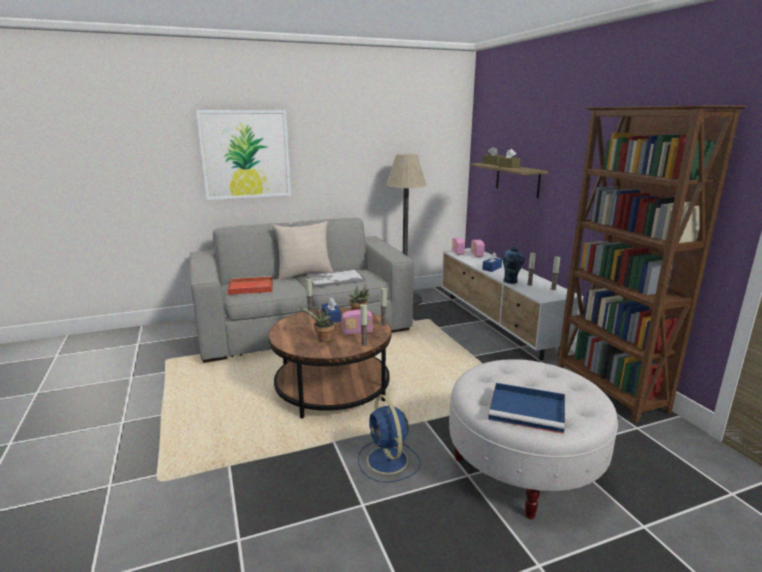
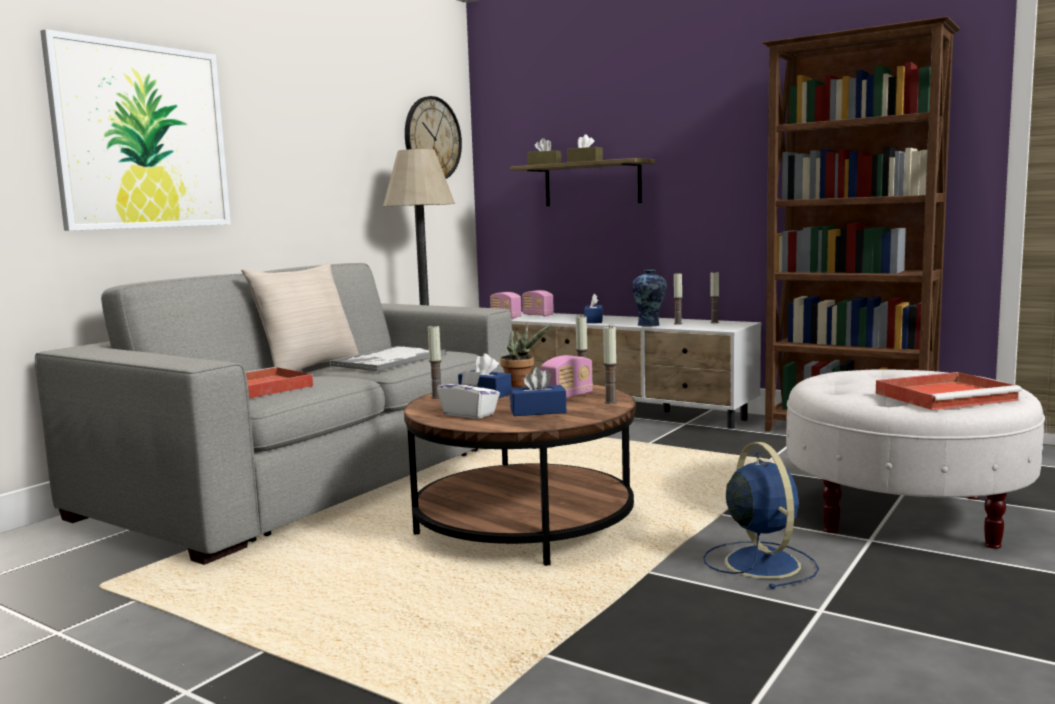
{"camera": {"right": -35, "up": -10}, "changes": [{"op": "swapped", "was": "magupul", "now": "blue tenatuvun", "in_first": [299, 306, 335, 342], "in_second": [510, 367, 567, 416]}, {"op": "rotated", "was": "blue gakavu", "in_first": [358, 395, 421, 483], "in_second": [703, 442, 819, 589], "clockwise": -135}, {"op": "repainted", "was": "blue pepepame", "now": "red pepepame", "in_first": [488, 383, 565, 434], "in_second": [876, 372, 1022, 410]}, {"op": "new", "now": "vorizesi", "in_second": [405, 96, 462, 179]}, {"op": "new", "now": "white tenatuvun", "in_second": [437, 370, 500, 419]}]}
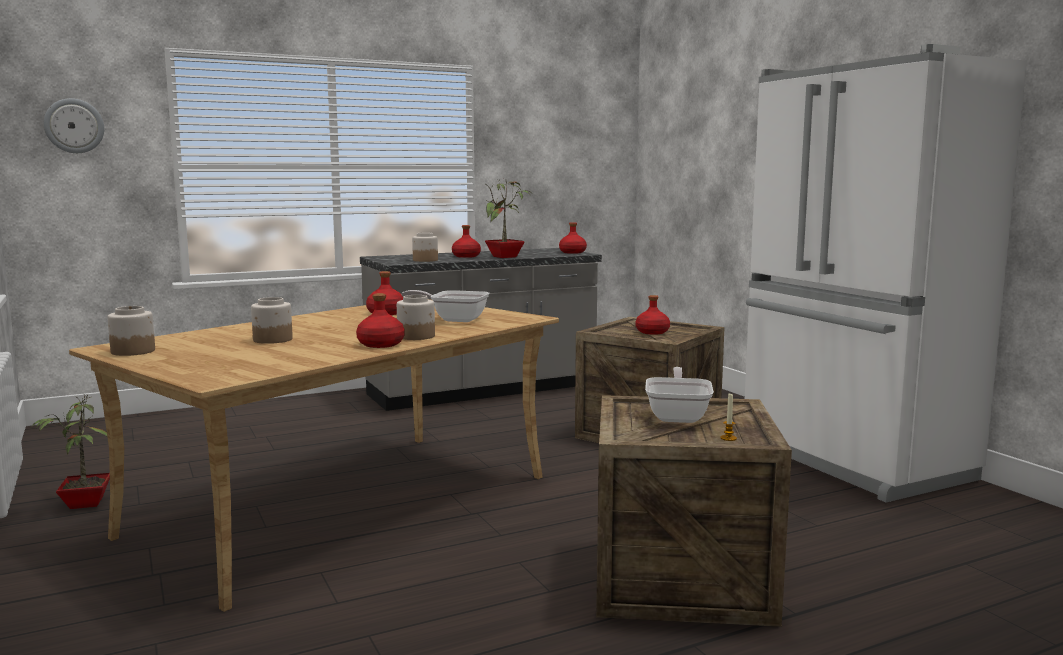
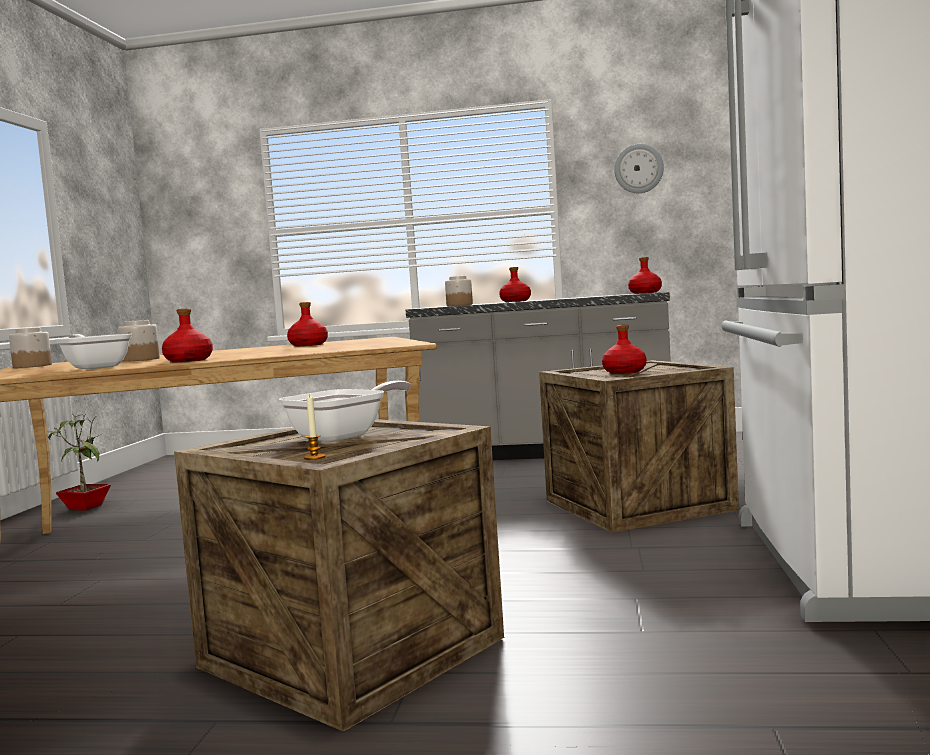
{"camera": {"right": 35, "up": -5}, "changes": [{"op": "shifted", "was": "vorizesi", "in_first": [44, 98, 104, 153], "in_second": [614, 144, 664, 193]}, {"op": "gone", "was": "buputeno", "in_first": [397, 295, 435, 340]}, {"op": "shifted", "was": "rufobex", "in_first": [401, 290, 489, 322], "in_second": [56, 334, 132, 369]}, {"op": "gone", "was": "magupul", "in_first": [483, 178, 532, 258]}]}
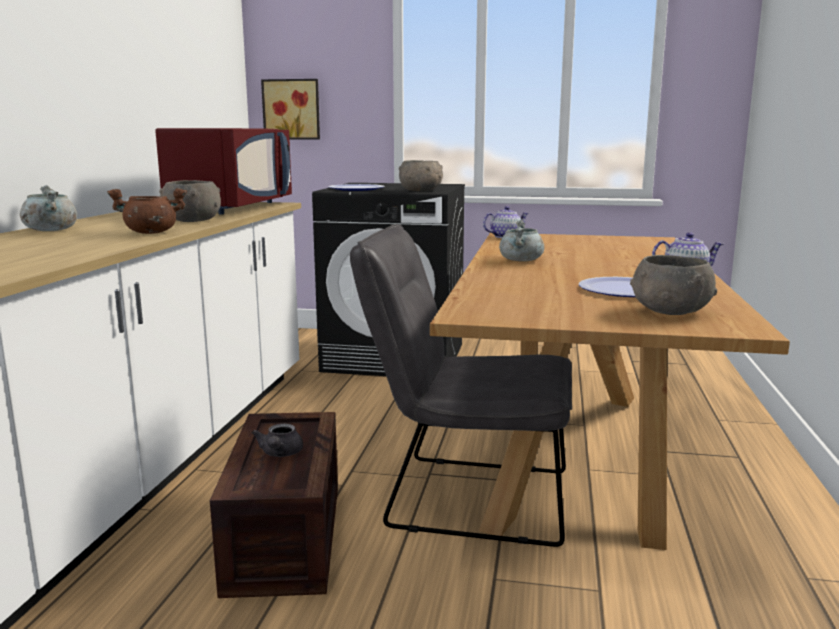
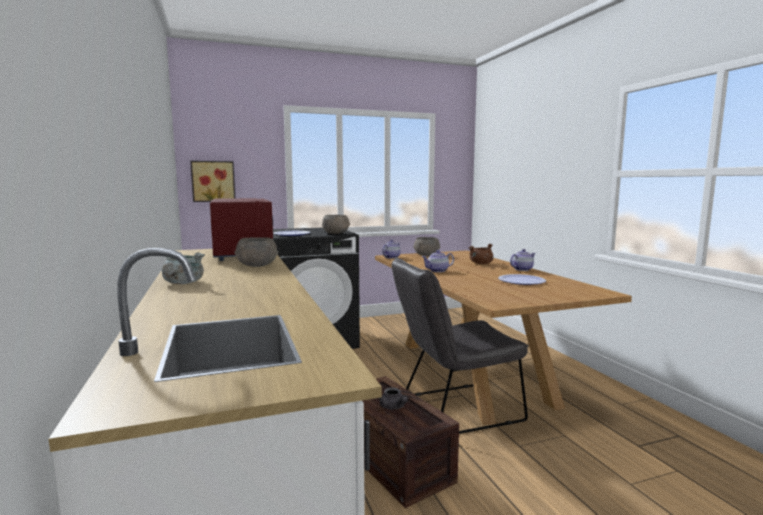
{"camera": {"right": -30, "up": -5}, "changes": [{"op": "shifted", "was": "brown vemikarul", "in_first": [107, 188, 187, 234], "in_second": [468, 243, 493, 264]}, {"op": "swapped", "was": "grey vemikarul", "now": "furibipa", "in_first": [499, 220, 544, 262], "in_second": [422, 250, 454, 272]}, {"op": "shifted", "was": "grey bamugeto", "in_first": [630, 255, 717, 315], "in_second": [413, 237, 440, 256]}]}
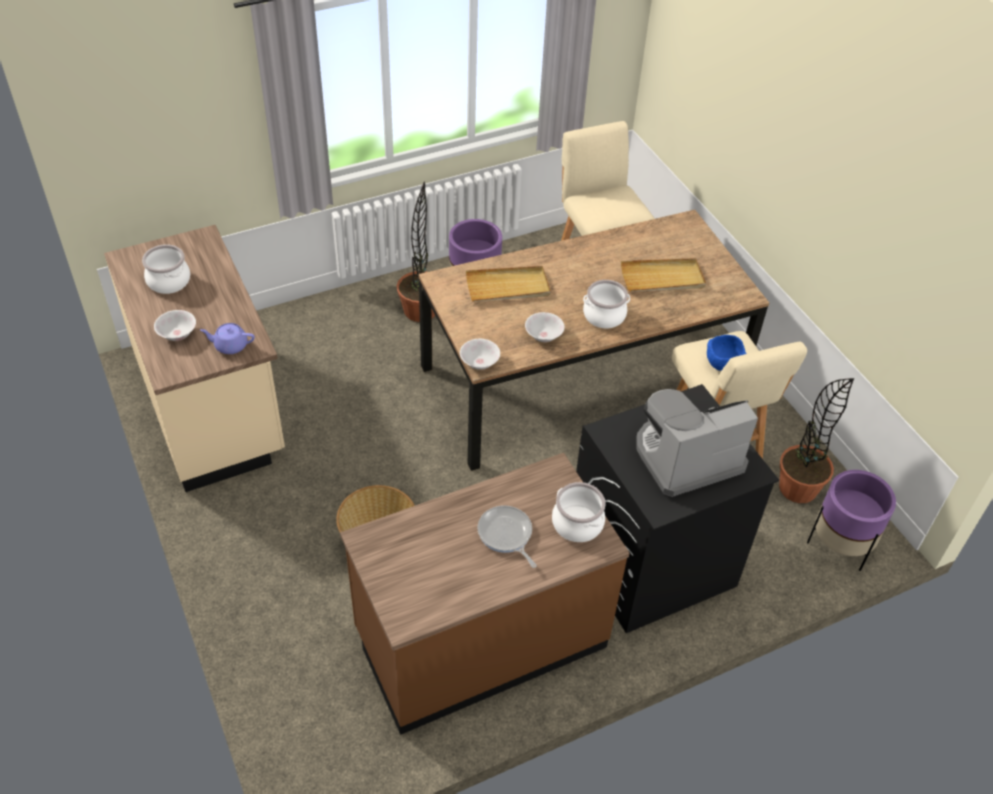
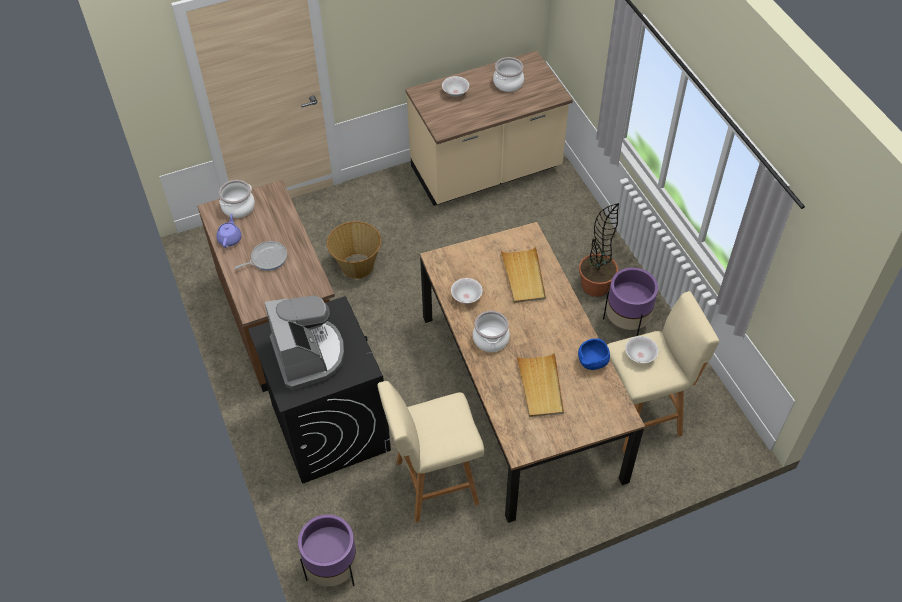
{"camera": {"right": 95, "up": 5}, "changes": [{"op": "shifted", "was": "purple furibipa", "in_first": [200, 323, 255, 354], "in_second": [216, 213, 242, 248]}, {"op": "shifted", "was": "white bamugeto", "in_first": [460, 339, 500, 370], "in_second": [625, 336, 658, 363]}, {"op": "shifted", "was": "vemikarul", "in_first": [552, 482, 605, 542], "in_second": [219, 180, 255, 218]}, {"op": "shifted", "was": "blue bamugeto", "in_first": [707, 335, 747, 371], "in_second": [578, 338, 610, 370]}, {"op": "gone", "was": "magupul", "in_first": [779, 378, 854, 503]}]}
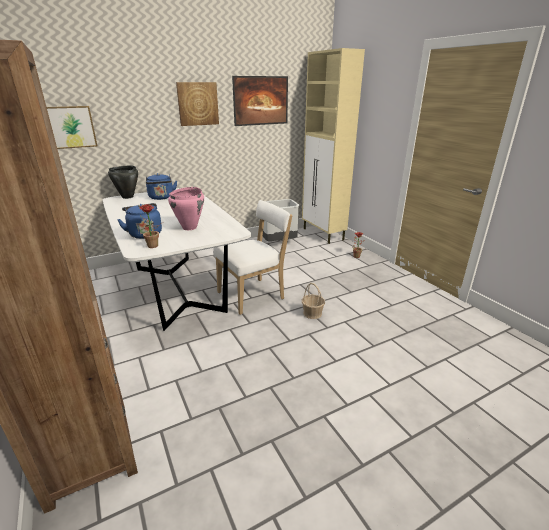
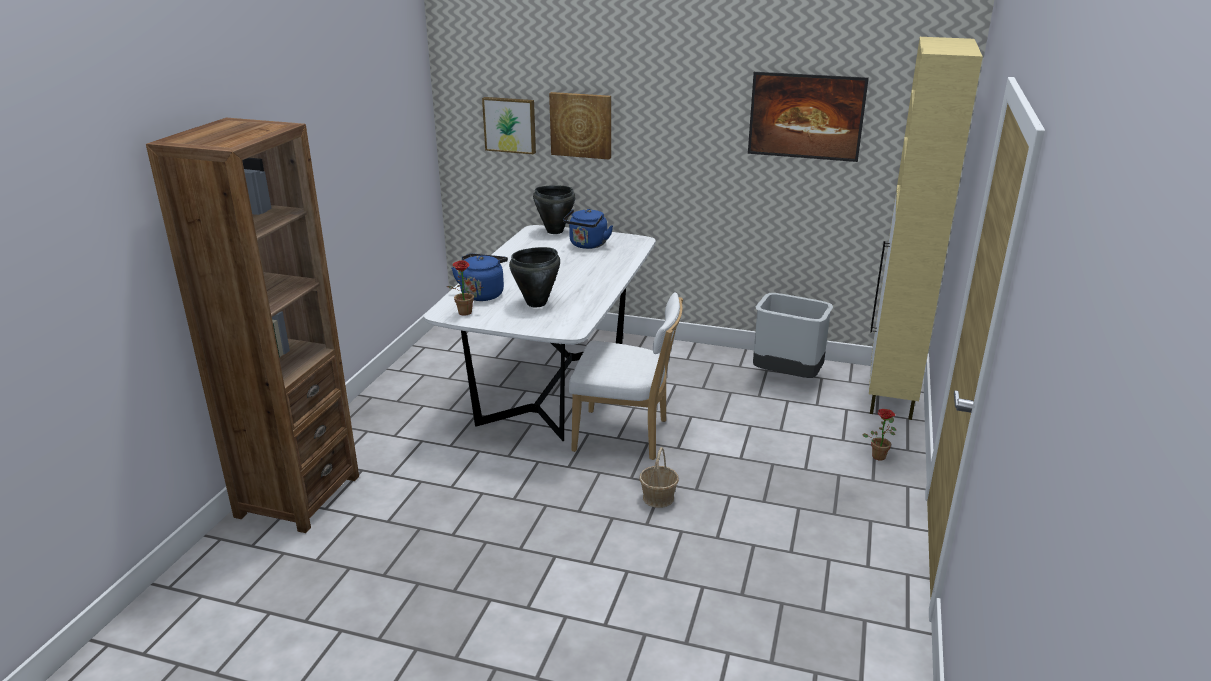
{"camera": {"right": 45, "up": 0}, "changes": [{"op": "repainted", "was": "pink vemikarul", "now": "black vemikarul", "in_first": [168, 187, 204, 230], "in_second": [509, 247, 560, 307]}, {"op": "shifted", "was": "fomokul", "in_first": [176, 82, 219, 126], "in_second": [549, 92, 611, 160]}]}
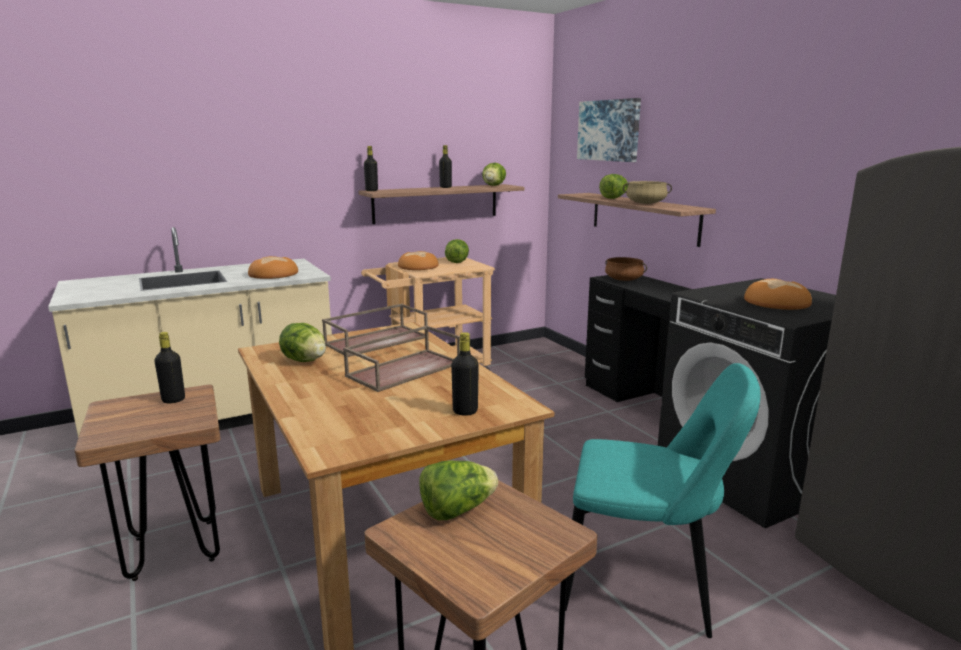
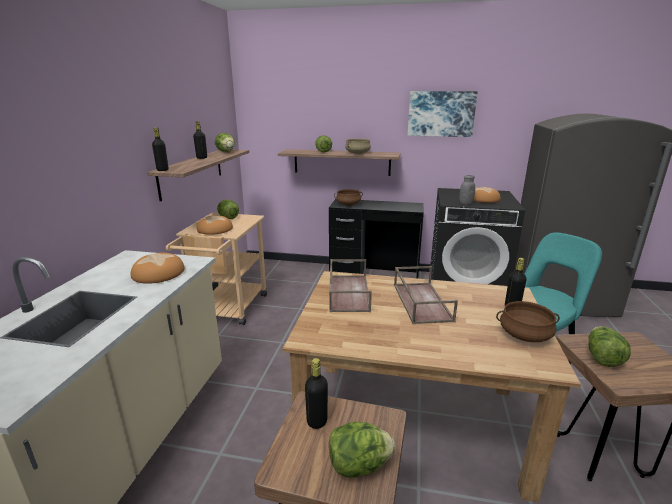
{"camera": {"right": -50, "up": 5}, "changes": [{"op": "shifted", "was": "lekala", "in_first": [279, 323, 326, 362], "in_second": [329, 422, 395, 478]}, {"op": "shifted", "was": "fomokul", "in_first": [577, 98, 641, 162], "in_second": [408, 91, 478, 137]}, {"op": "new", "now": "grey buputeno", "in_second": [459, 175, 475, 205]}, {"op": "new", "now": "brown vemikarul", "in_second": [496, 301, 560, 342]}]}
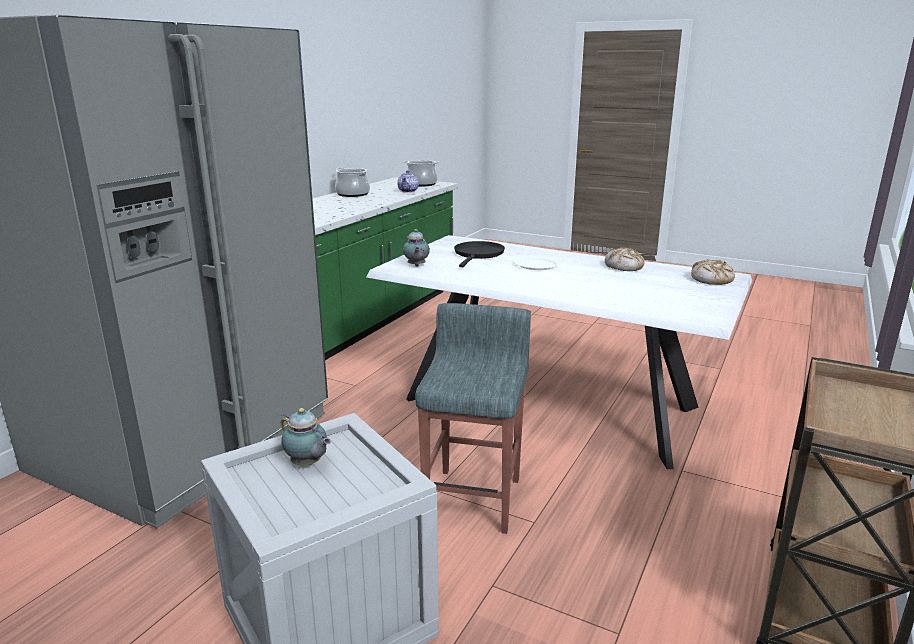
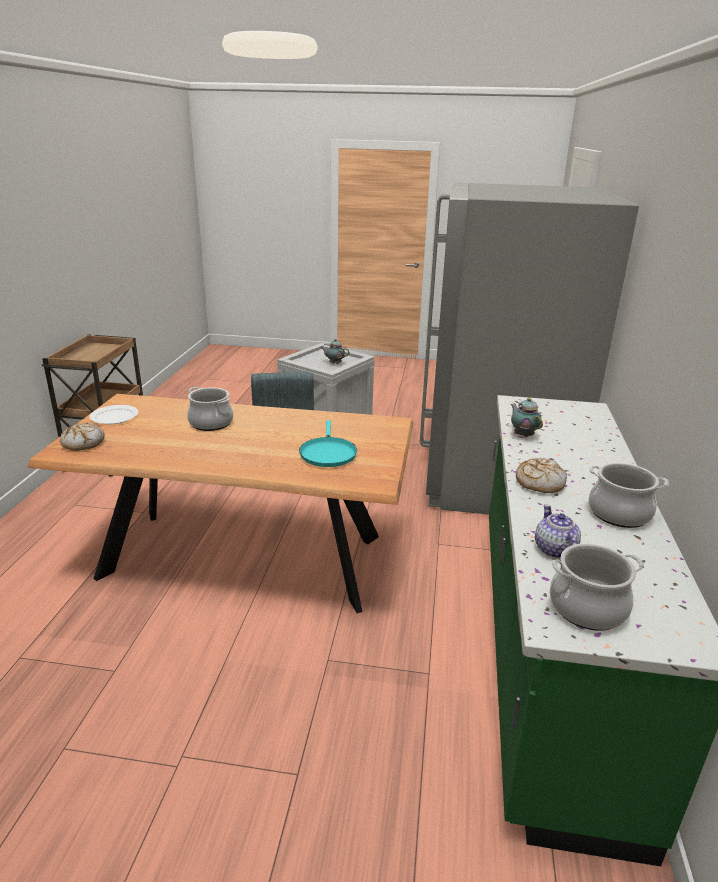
{"camera": {"right": 160, "up": 5}, "changes": [{"op": "repainted", "was": "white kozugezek", "now": "brown kozugezek", "in_first": [366, 235, 752, 469], "in_second": [27, 394, 413, 613]}, {"op": "shifted", "was": "furibipa", "in_first": [403, 229, 430, 267], "in_second": [511, 398, 543, 437]}, {"op": "repainted", "was": "black rufobex", "now": "turquoise rufobex", "in_first": [454, 241, 505, 267], "in_second": [299, 420, 357, 467]}, {"op": "shifted", "was": "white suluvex", "in_first": [513, 255, 561, 270], "in_second": [89, 405, 138, 425]}, {"op": "shifted", "was": "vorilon", "in_first": [605, 247, 645, 271], "in_second": [516, 458, 567, 493]}, {"op": "new", "now": "vemikarul", "in_second": [187, 387, 233, 431]}]}
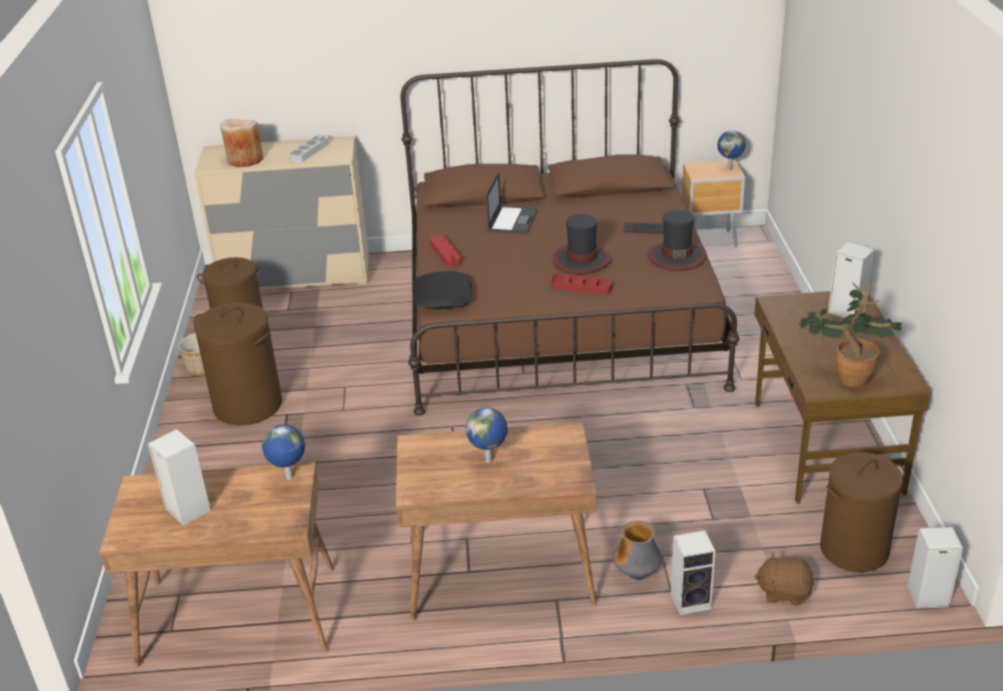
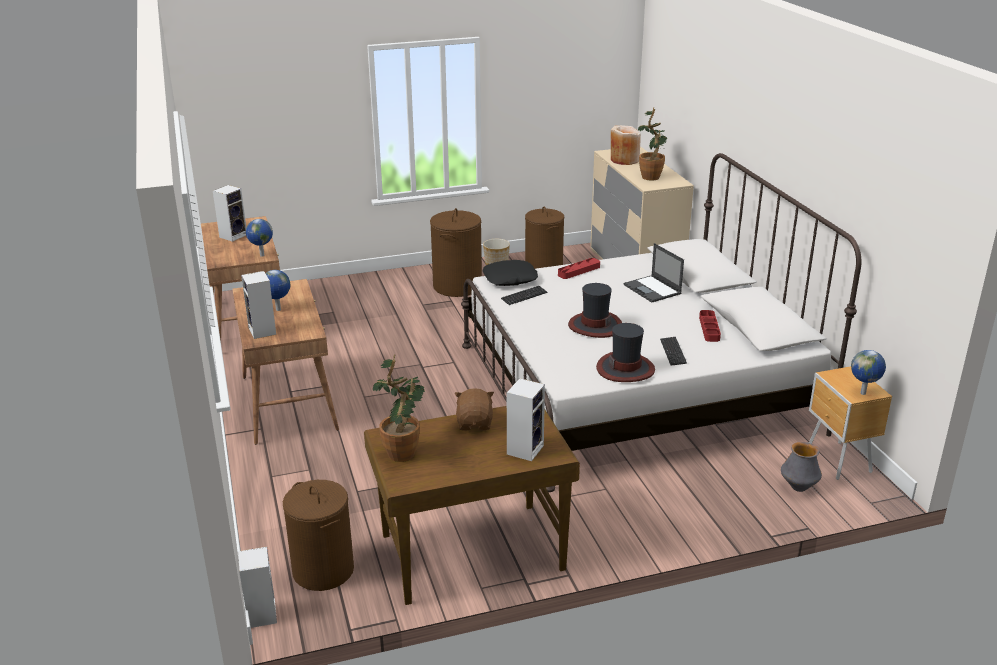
{"camera": {"right": 75, "up": -5}, "changes": [{"op": "swapped", "was": "grey pepepame", "now": "magupul", "in_first": [290, 135, 329, 162], "in_second": [638, 107, 667, 181]}, {"op": "repainted", "was": "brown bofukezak", "now": "white bofukezak", "in_first": [400, 59, 740, 416], "in_second": [461, 153, 862, 492]}, {"op": "rotated", "was": "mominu", "in_first": [486, 172, 538, 234], "in_second": [624, 243, 684, 303], "clockwise": 60}, {"op": "shifted", "was": "red pepepame", "in_first": [552, 274, 612, 295], "in_second": [699, 310, 721, 342]}, {"op": "shifted", "was": "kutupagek", "in_first": [613, 521, 662, 580], "in_second": [781, 442, 822, 492]}, {"op": "shifted", "was": "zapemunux", "in_first": [671, 531, 715, 615], "in_second": [241, 271, 276, 339]}, {"op": "shifted", "was": "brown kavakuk", "in_first": [754, 552, 814, 606], "in_second": [454, 388, 494, 430]}, {"op": "new", "now": "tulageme", "in_second": [501, 286, 547, 305]}]}
